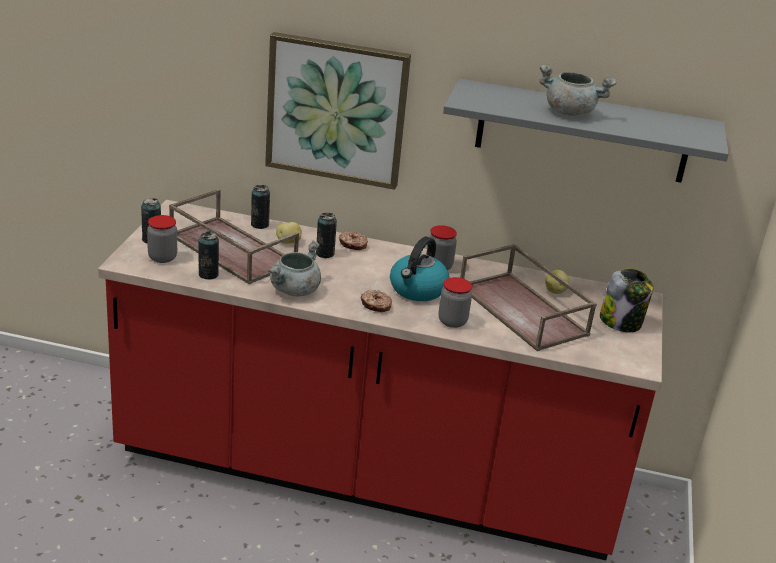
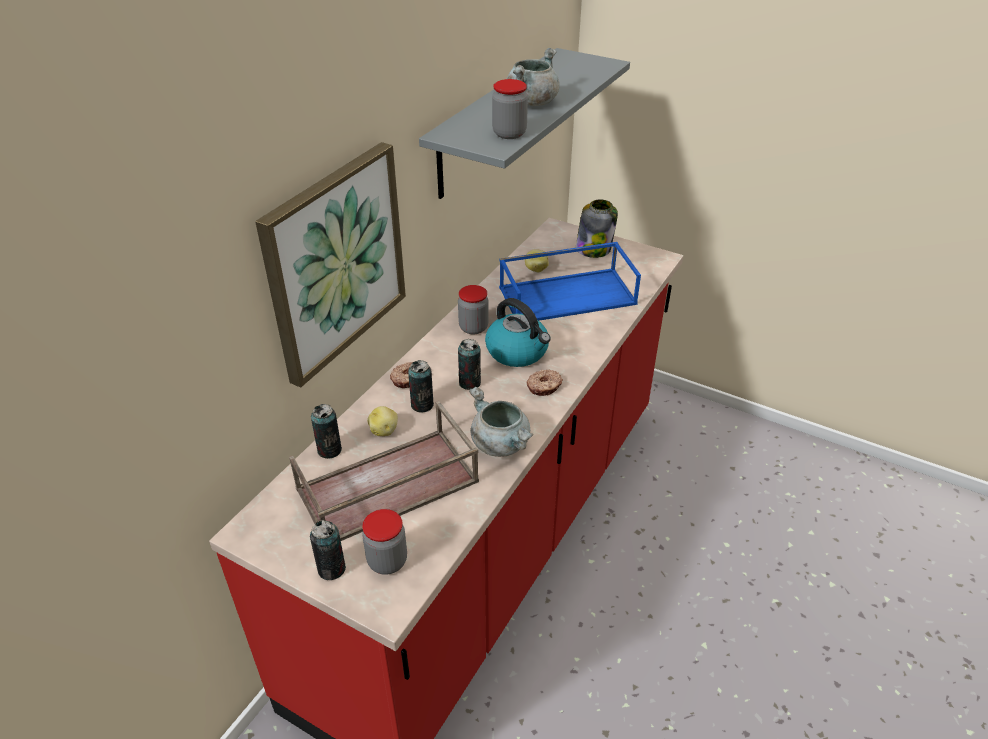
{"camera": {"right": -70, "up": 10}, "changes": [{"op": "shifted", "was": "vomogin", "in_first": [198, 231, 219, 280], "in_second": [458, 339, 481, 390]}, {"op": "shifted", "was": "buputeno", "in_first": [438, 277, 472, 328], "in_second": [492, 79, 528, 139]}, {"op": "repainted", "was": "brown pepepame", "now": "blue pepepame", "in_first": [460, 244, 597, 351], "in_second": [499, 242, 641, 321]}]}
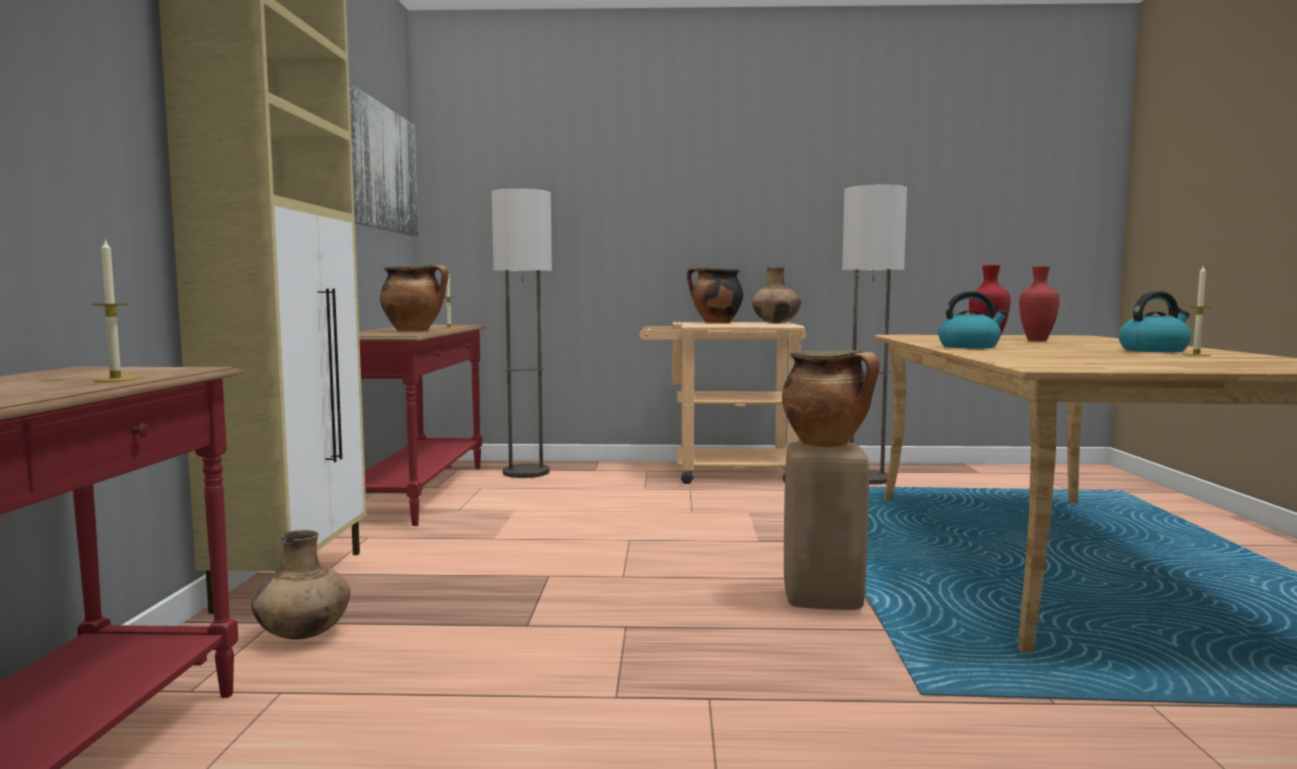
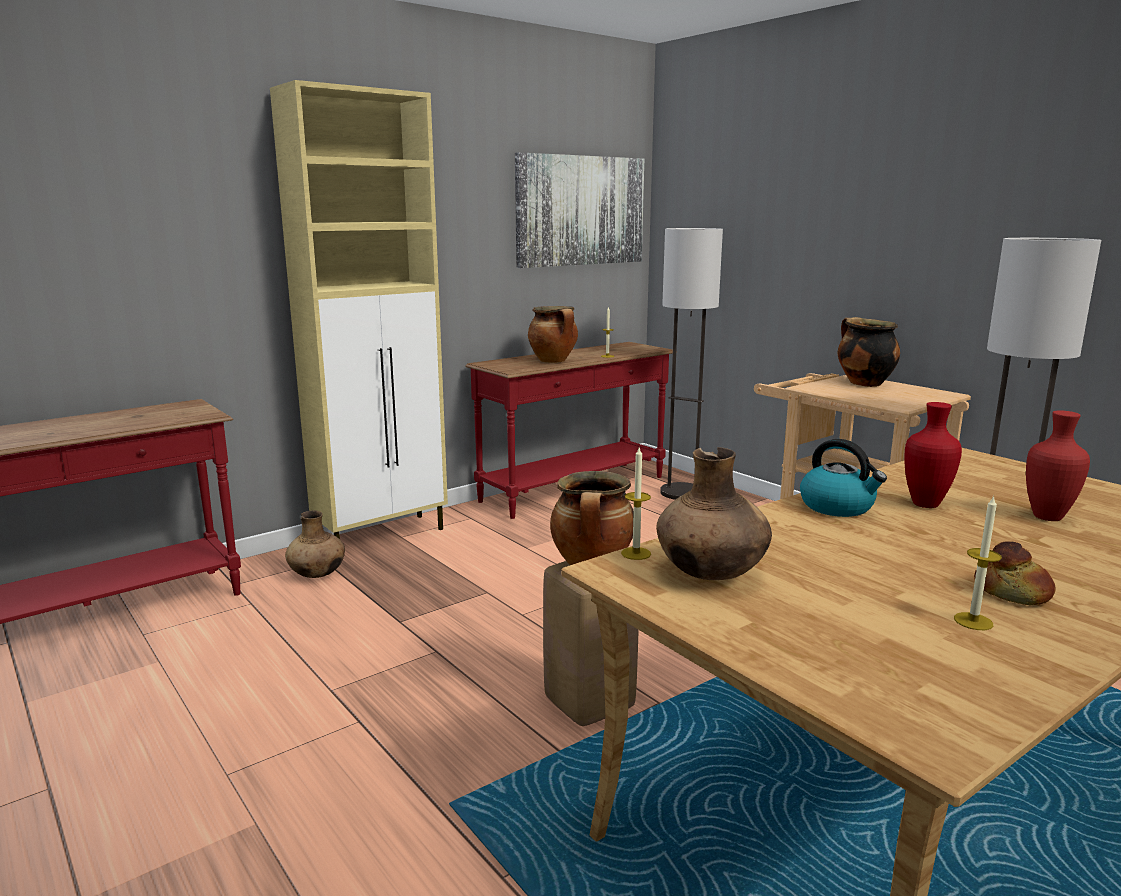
{"camera": {"right": 50, "up": 10}, "changes": [{"op": "shifted", "was": "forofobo", "in_first": [91, 239, 138, 382], "in_second": [621, 448, 651, 560]}, {"op": "shifted", "was": "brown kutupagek", "in_first": [751, 267, 801, 323], "in_second": [656, 447, 772, 580]}, {"op": "swapped", "was": "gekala", "now": "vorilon", "in_first": [1118, 291, 1192, 352], "in_second": [974, 541, 1056, 605]}]}
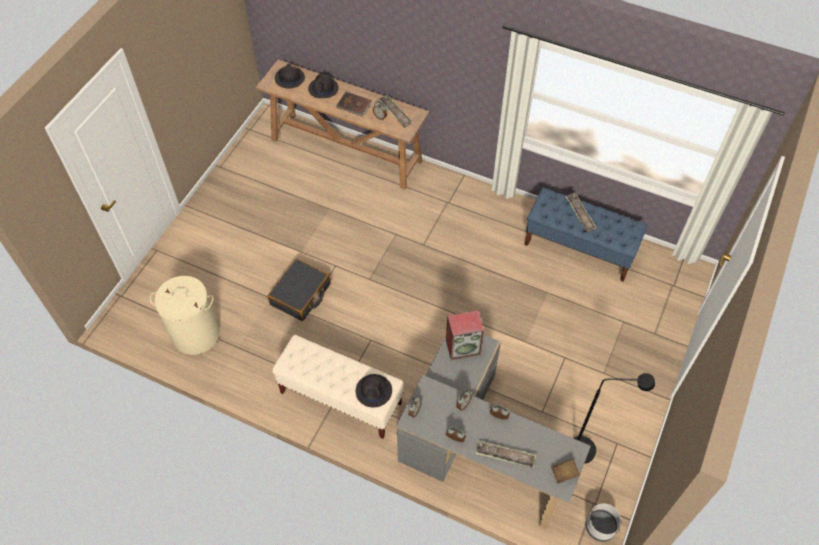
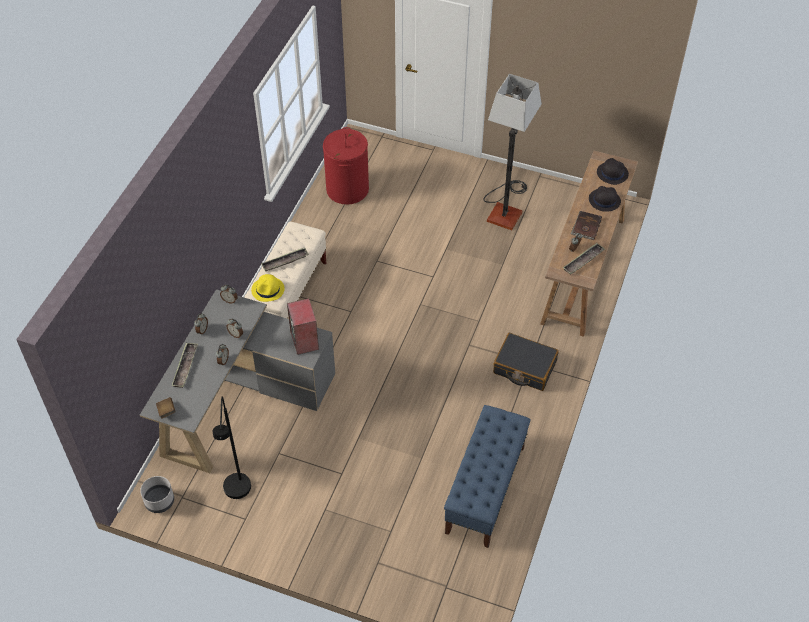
{"camera": {"right": 85, "up": -5}, "changes": [{"op": "repainted", "was": "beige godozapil", "now": "red godozapil", "in_first": [150, 276, 220, 355], "in_second": [323, 127, 369, 205]}, {"op": "shifted", "was": "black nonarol", "in_first": [267, 259, 331, 321], "in_second": [493, 333, 559, 391]}, {"op": "repainted", "was": "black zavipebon", "now": "yellow zavipebon", "in_first": [356, 374, 392, 408], "in_second": [251, 274, 285, 302]}, {"op": "shifted", "was": "pepepame", "in_first": [565, 193, 597, 232], "in_second": [261, 247, 309, 271]}, {"op": "new", "now": "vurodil", "in_second": [484, 74, 542, 230]}]}
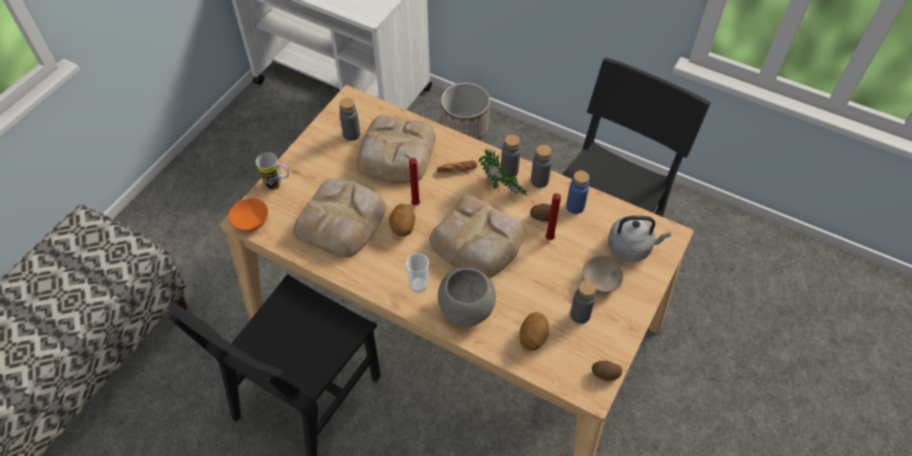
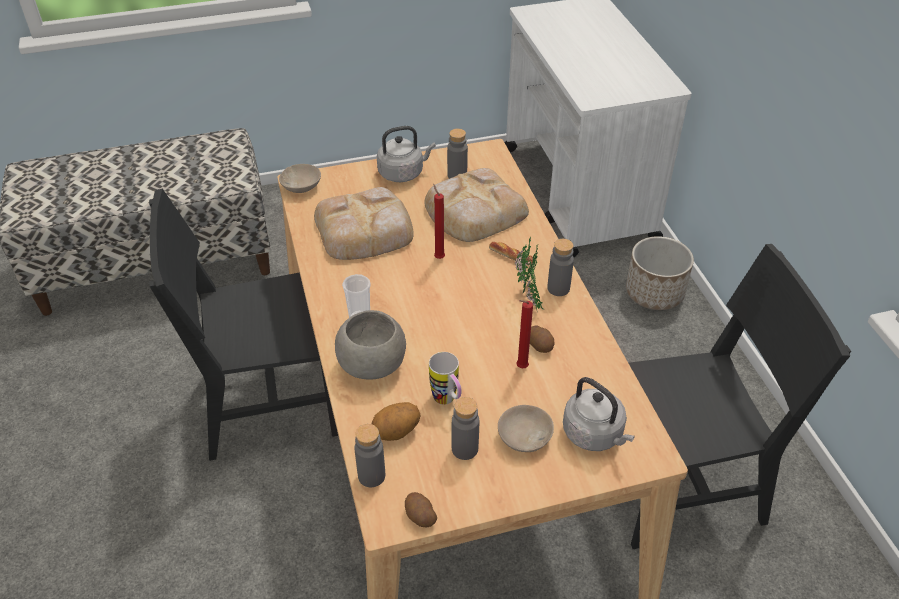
{"camera": {"right": 45, "up": -10}, "changes": [{"op": "repainted", "was": "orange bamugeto", "now": "beige bamugeto", "in_first": [229, 198, 268, 231], "in_second": [279, 164, 321, 193]}, {"op": "shifted", "was": "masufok", "in_first": [256, 152, 289, 190], "in_second": [429, 352, 461, 405]}, {"op": "gone", "was": "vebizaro", "in_first": [389, 204, 416, 237]}, {"op": "gone", "was": "vorilon", "in_first": [429, 195, 524, 278]}, {"op": "shifted", "was": "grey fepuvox", "in_first": [531, 145, 552, 188], "in_second": [354, 424, 385, 487]}, {"op": "gone", "was": "blue fepuvox", "in_first": [566, 170, 589, 214]}, {"op": "new", "now": "grey gekala", "in_second": [377, 126, 436, 182]}]}
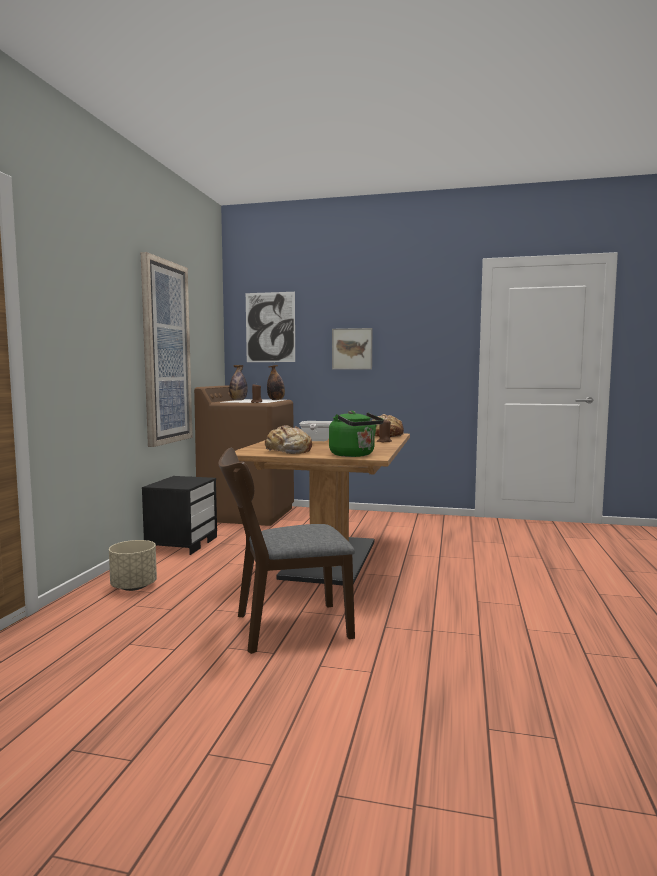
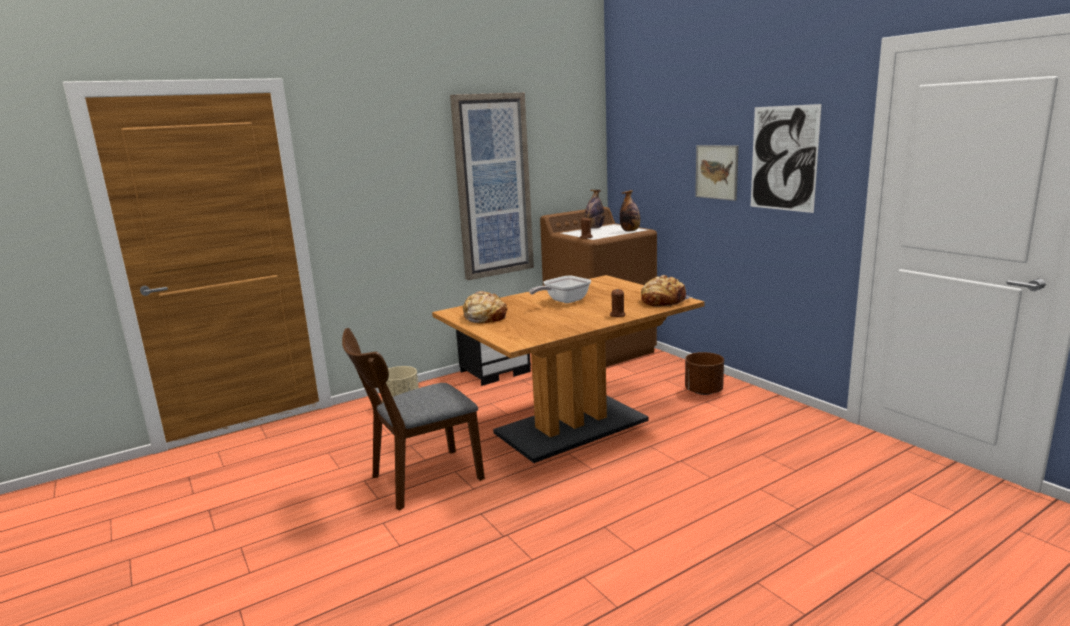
{"camera": {"right": 45, "up": 10}, "changes": [{"op": "rotated", "was": "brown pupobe", "in_first": [218, 448, 355, 654], "in_second": [342, 328, 485, 510], "clockwise": -60}, {"op": "shifted", "was": "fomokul", "in_first": [246, 292, 295, 362], "in_second": [750, 104, 822, 213]}, {"op": "gone", "was": "green gekala", "in_first": [329, 410, 384, 457]}, {"op": "new", "now": "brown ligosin", "in_second": [685, 352, 724, 395]}]}
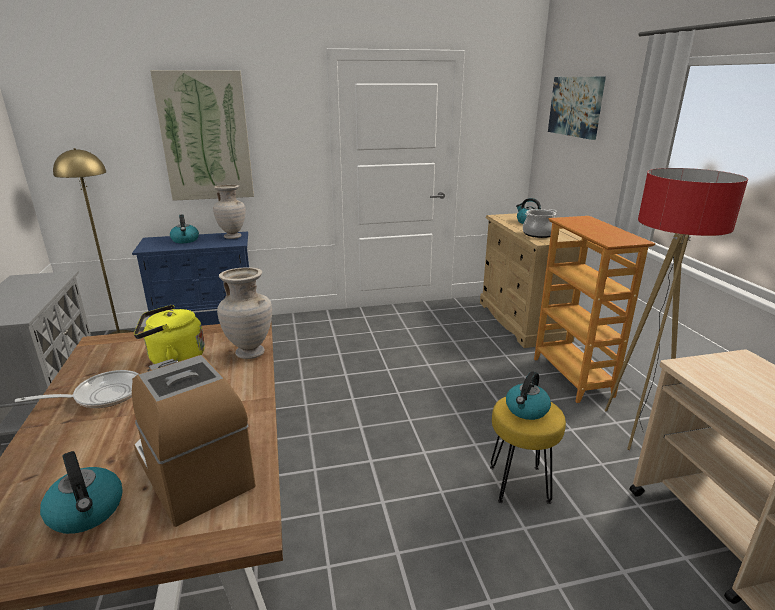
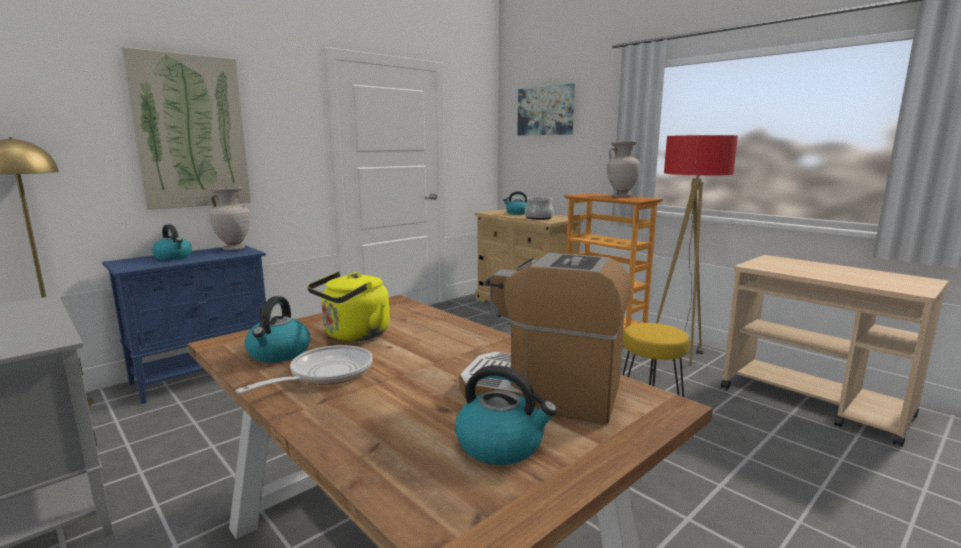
{"camera": {"right": -30, "up": -10}, "changes": [{"op": "shifted", "was": "beige kutupagek", "in_first": [217, 267, 272, 359], "in_second": [607, 141, 640, 197]}, {"op": "shifted", "was": "gekala", "in_first": [506, 371, 551, 420], "in_second": [245, 296, 310, 363]}]}
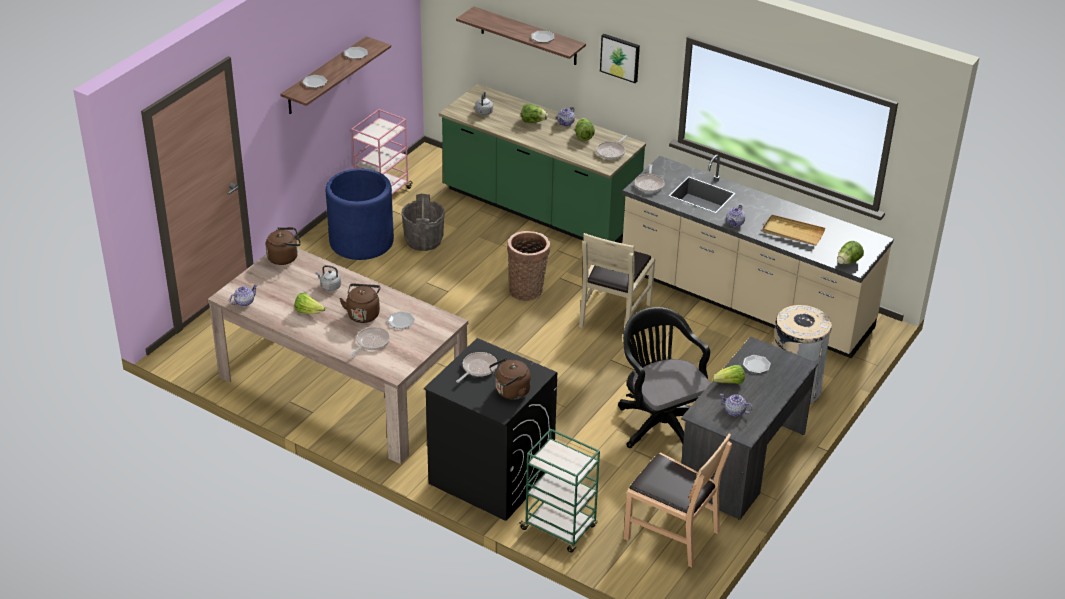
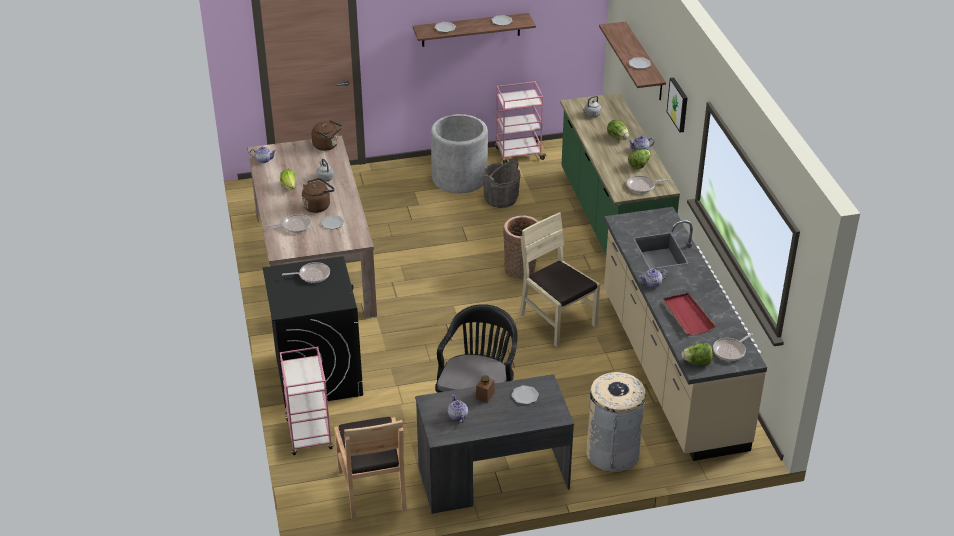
{"camera": {"right": 45, "up": 0}, "changes": [{"op": "repainted", "was": "blue ligosin", "now": "grey ligosin", "in_first": [326, 169, 394, 260], "in_second": [431, 114, 488, 193]}, {"op": "gone", "was": "brown gekala", "in_first": [489, 358, 531, 400]}, {"op": "repainted", "was": "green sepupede", "now": "pink sepupede", "in_first": [518, 428, 600, 553], "in_second": [280, 347, 333, 455]}, {"op": "rotated", "was": "beige pupobe", "in_first": [579, 233, 655, 329], "in_second": [519, 212, 600, 347], "clockwise": 75}, {"op": "shifted", "was": "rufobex", "in_first": [634, 164, 665, 193], "in_second": [713, 333, 753, 361]}, {"op": "swapped", "was": "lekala", "now": "brown buputeno", "in_first": [712, 365, 745, 384], "in_second": [476, 375, 495, 403]}, {"op": "repainted", "was": "beige pepepame", "now": "red pepepame", "in_first": [762, 215, 825, 246], "in_second": [663, 293, 715, 335]}]}
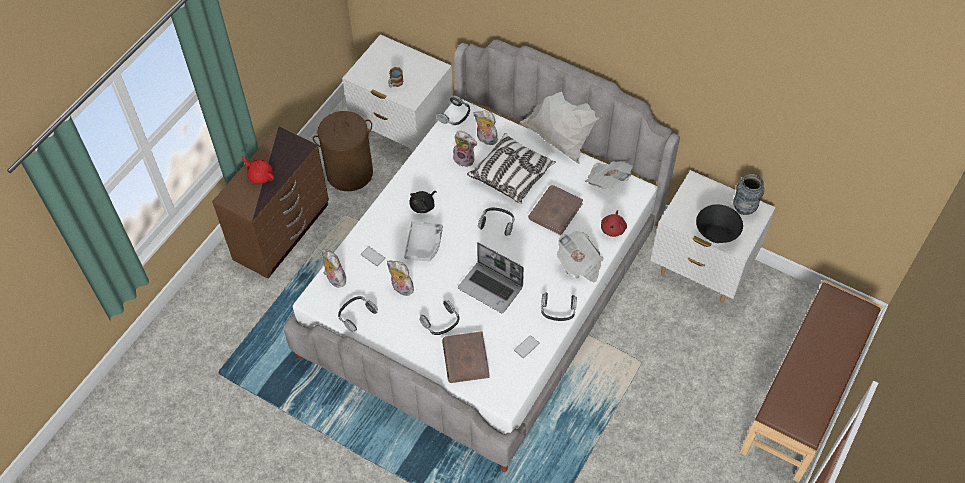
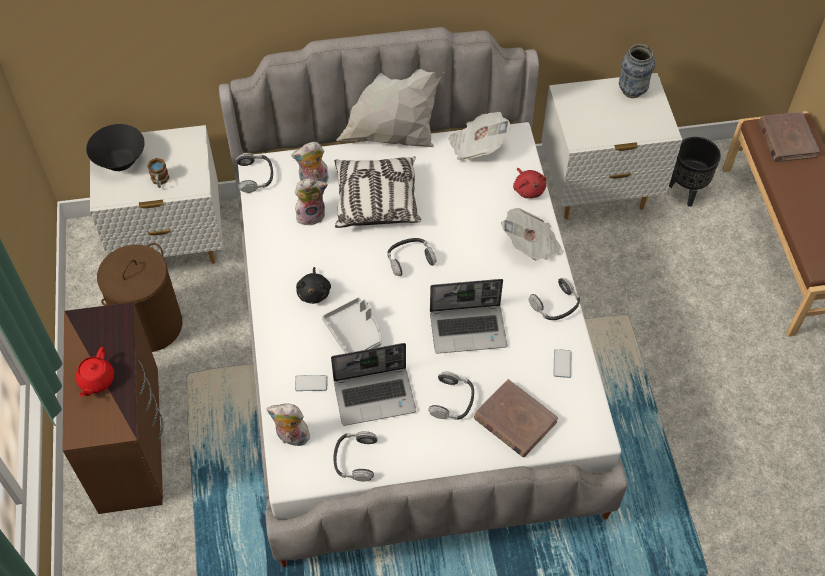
{"camera": {"right": -40, "up": 0}, "changes": [{"op": "rotated", "was": "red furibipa", "in_first": [241, 156, 274, 184], "in_second": [76, 347, 114, 397], "clockwise": -75}, {"op": "swapped", "was": "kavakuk", "now": "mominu", "in_first": [387, 261, 414, 296], "in_second": [331, 343, 416, 426]}, {"op": "shifted", "was": "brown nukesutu", "in_first": [528, 185, 583, 235], "in_second": [758, 112, 820, 162]}, {"op": "shifted", "was": "black bamugeto", "in_first": [696, 204, 743, 243], "in_second": [86, 124, 145, 171]}, {"op": "new", "now": "black ligosin", "in_second": [669, 137, 721, 206]}]}
